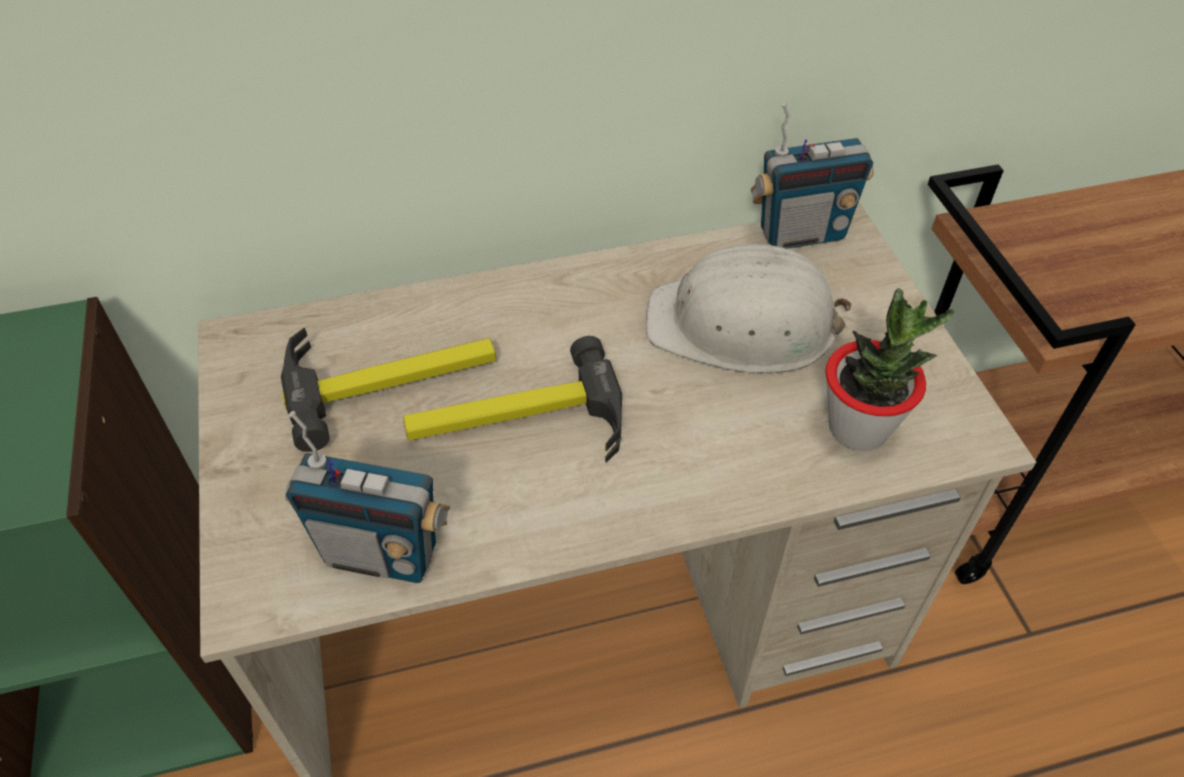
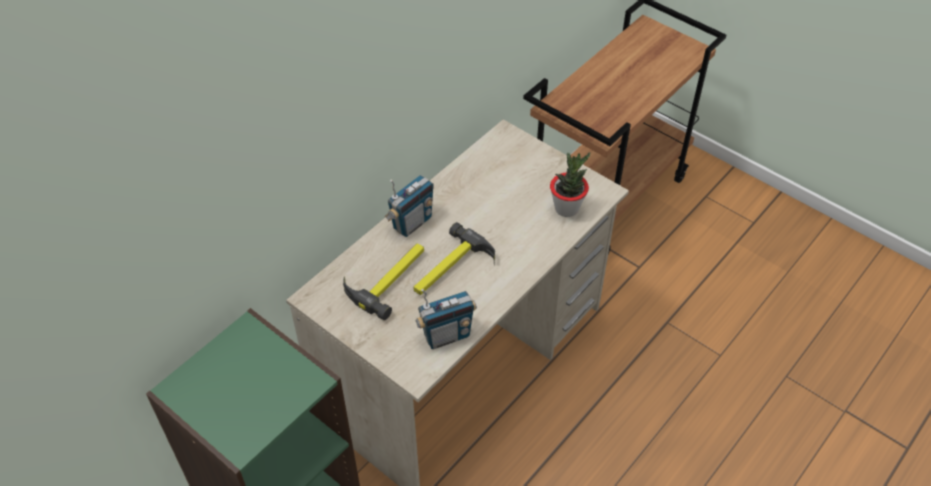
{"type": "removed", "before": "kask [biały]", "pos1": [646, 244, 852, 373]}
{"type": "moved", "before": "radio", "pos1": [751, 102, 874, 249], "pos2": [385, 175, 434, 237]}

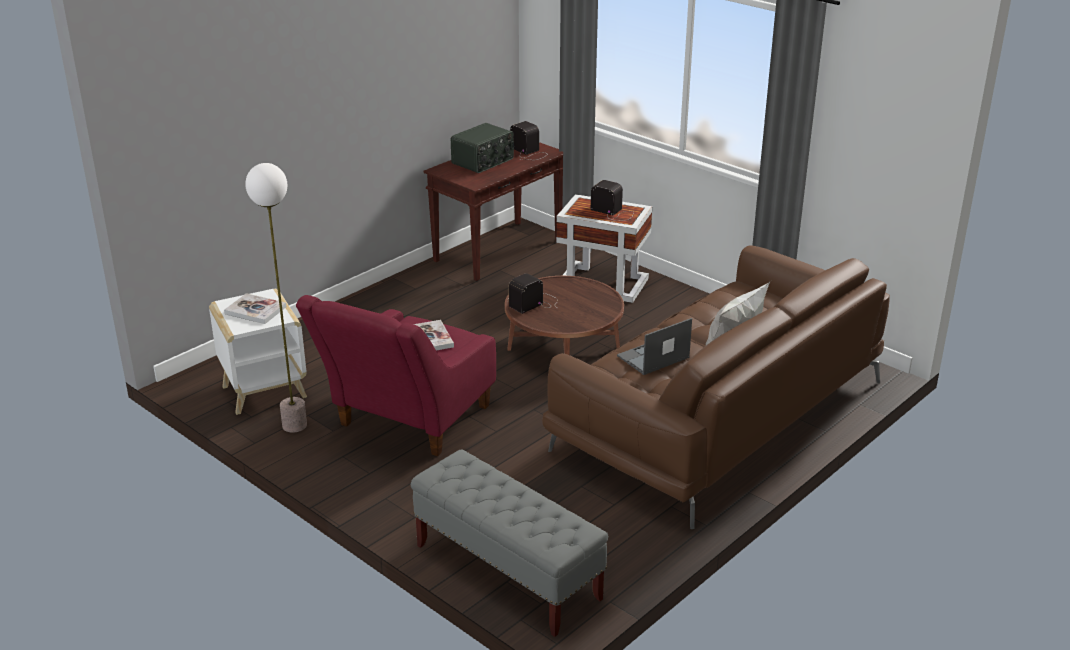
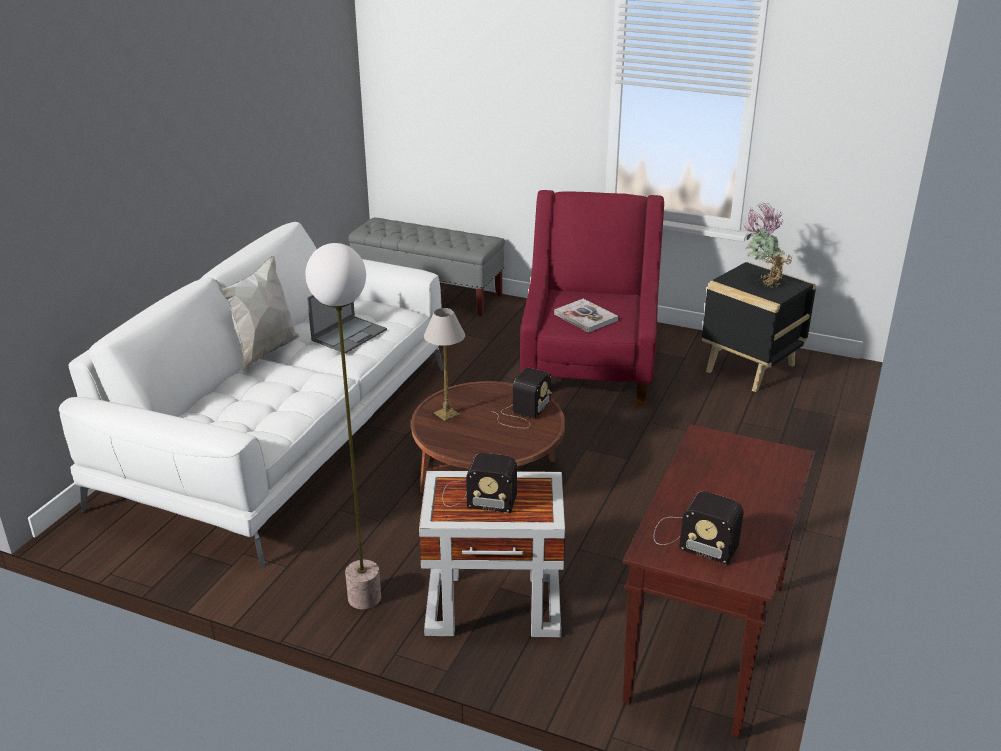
{"type": "recoloured", "before": "stolik [biały]", "after": "stolik [czarny]", "pos1": [209, 289, 307, 415], "pos2": [702, 262, 816, 392]}
{"type": "replaced", "before": "książka", "after": "roślina doniczkowa", "pos1": [224, 293, 286, 324], "pos2": [743, 202, 793, 288]}
{"type": "moved", "before": "lampa stojąca", "pos1": [245, 163, 307, 433], "pos2": [305, 243, 381, 609]}
{"type": "removed", "before": "radio", "pos1": [451, 123, 514, 173]}
{"type": "recoloured", "before": "kanapa [brązowy]", "after": "kanapa [biały]", "pos1": [542, 245, 890, 529], "pos2": [59, 222, 444, 568]}
{"type": "added", "after": "lampa stołowa", "pos2": [424, 308, 465, 421]}

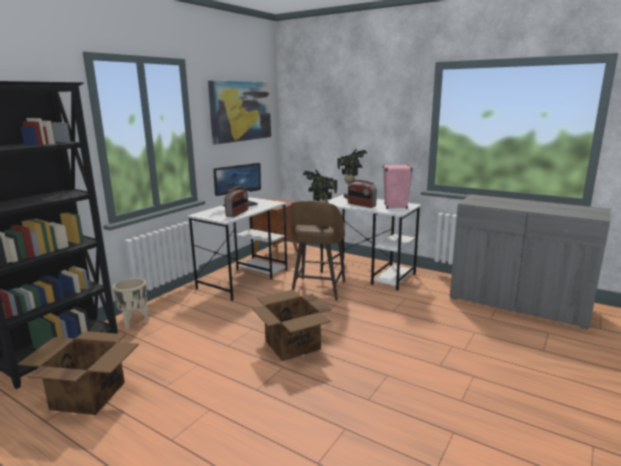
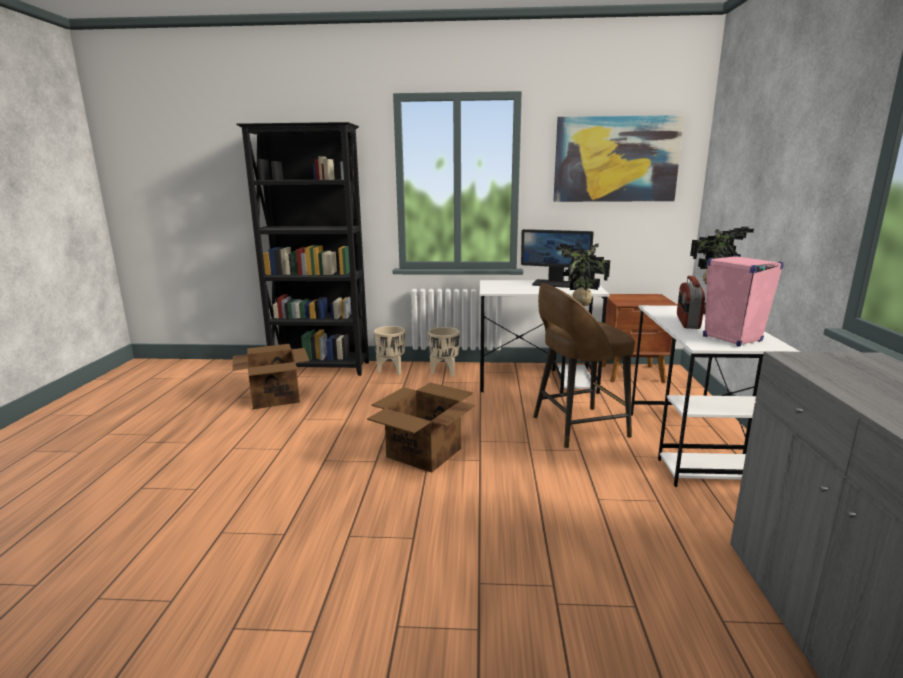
{"type": "removed", "before": "radio", "pos1": [225, 186, 248, 217]}
{"type": "added", "after": "donica [beżowy]", "pos2": [428, 327, 460, 377]}

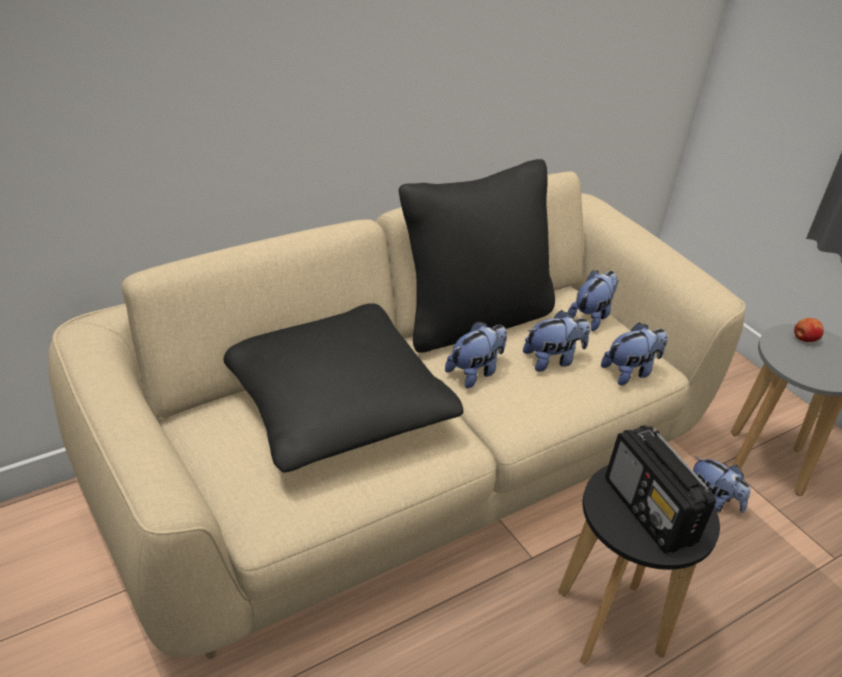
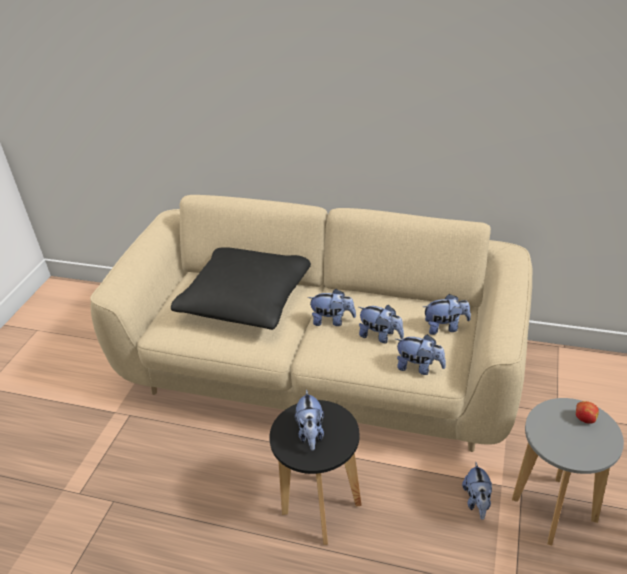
{"type": "removed", "before": "poduszka [czarny]", "pos1": [399, 159, 555, 353]}
{"type": "replaced", "before": "radio", "after": "pluszak", "pos1": [605, 425, 716, 554], "pos2": [295, 389, 324, 451]}

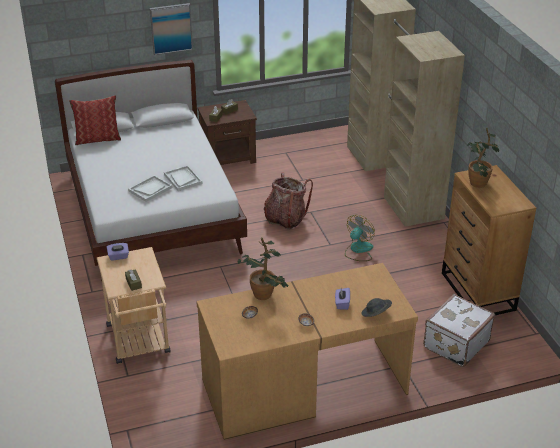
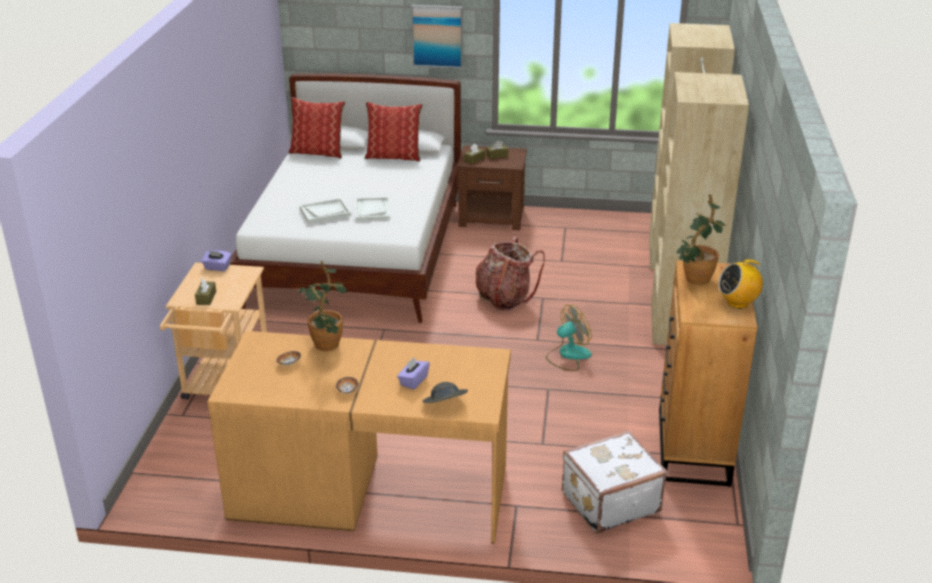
{"type": "added", "after": "poduszka", "pos2": [364, 102, 423, 162]}
{"type": "added", "after": "radio", "pos2": [718, 259, 763, 309]}

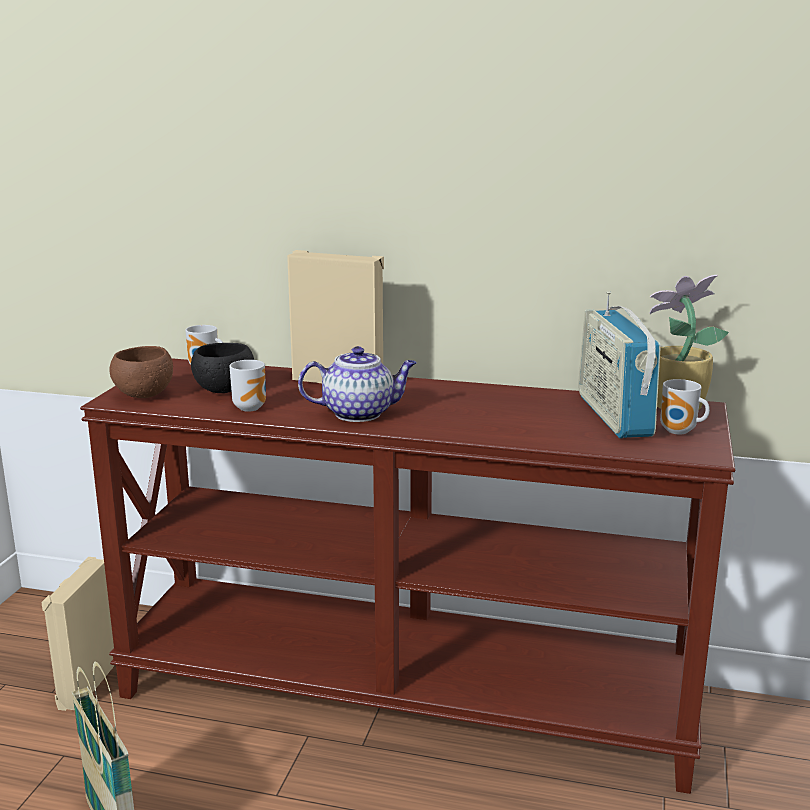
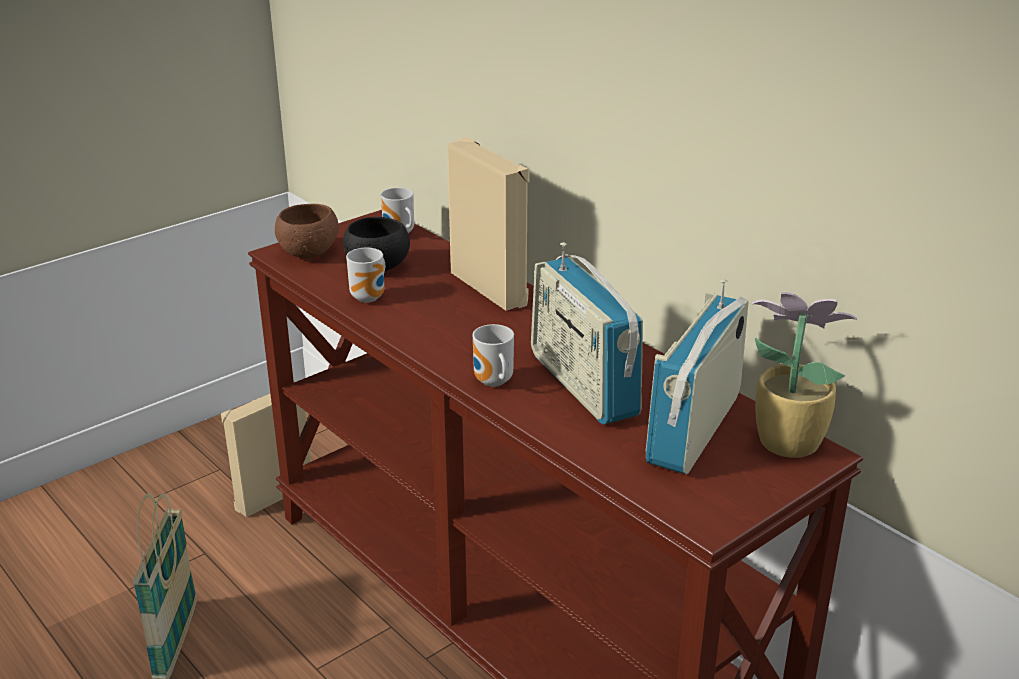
{"type": "removed", "before": "imbryk", "pos1": [298, 346, 416, 422]}
{"type": "moved", "before": "kubek", "pos1": [660, 379, 710, 435], "pos2": [473, 324, 514, 387]}
{"type": "added", "after": "radio", "pos2": [531, 242, 643, 425]}

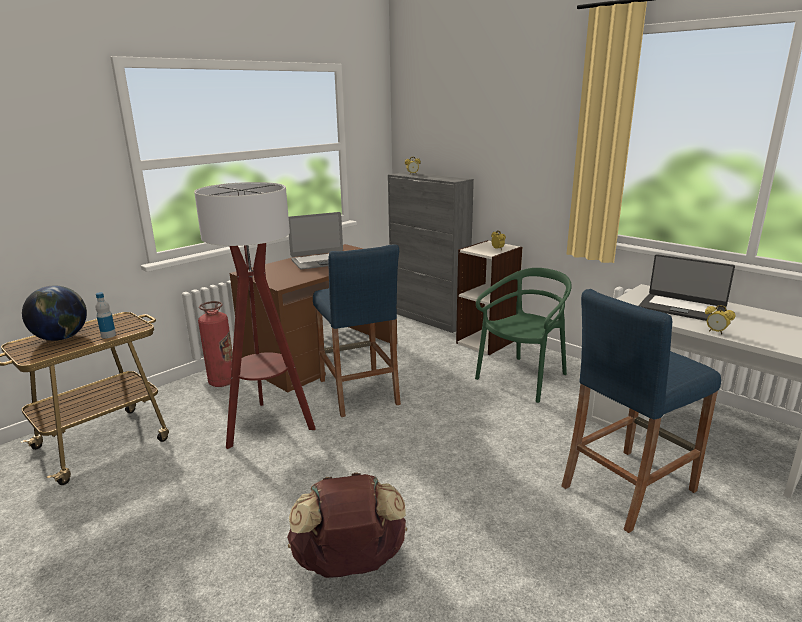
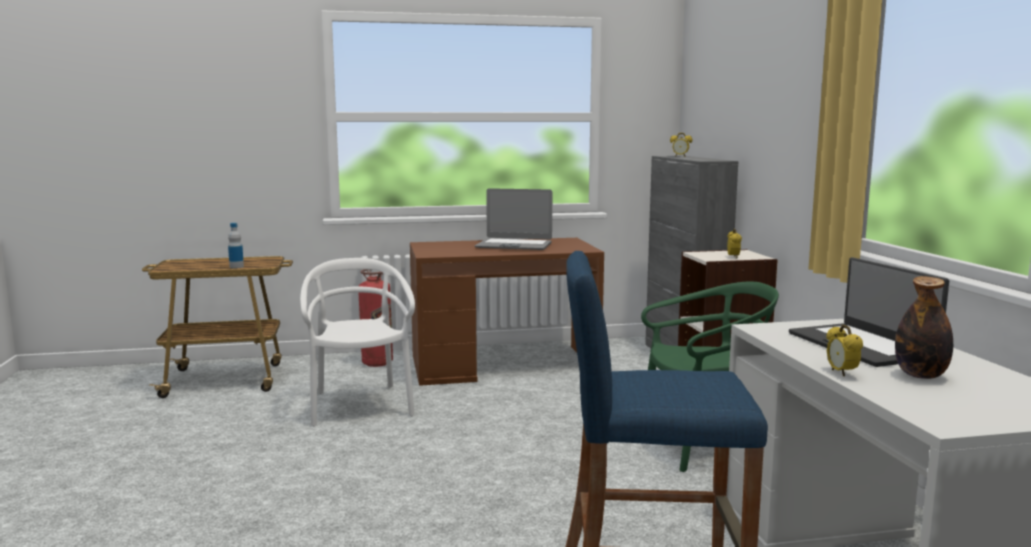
{"type": "removed", "before": "globus", "pos1": [22, 286, 87, 341]}
{"type": "replaced", "before": "lampa stojąca", "after": "krzesło [biały]", "pos1": [194, 182, 316, 449], "pos2": [300, 258, 415, 426]}
{"type": "removed", "before": "plecak [brązowy]", "pos1": [287, 472, 407, 578]}
{"type": "removed", "before": "stołek [niebieski]", "pos1": [313, 245, 401, 417]}
{"type": "added", "after": "butelka", "pos2": [895, 276, 953, 379]}

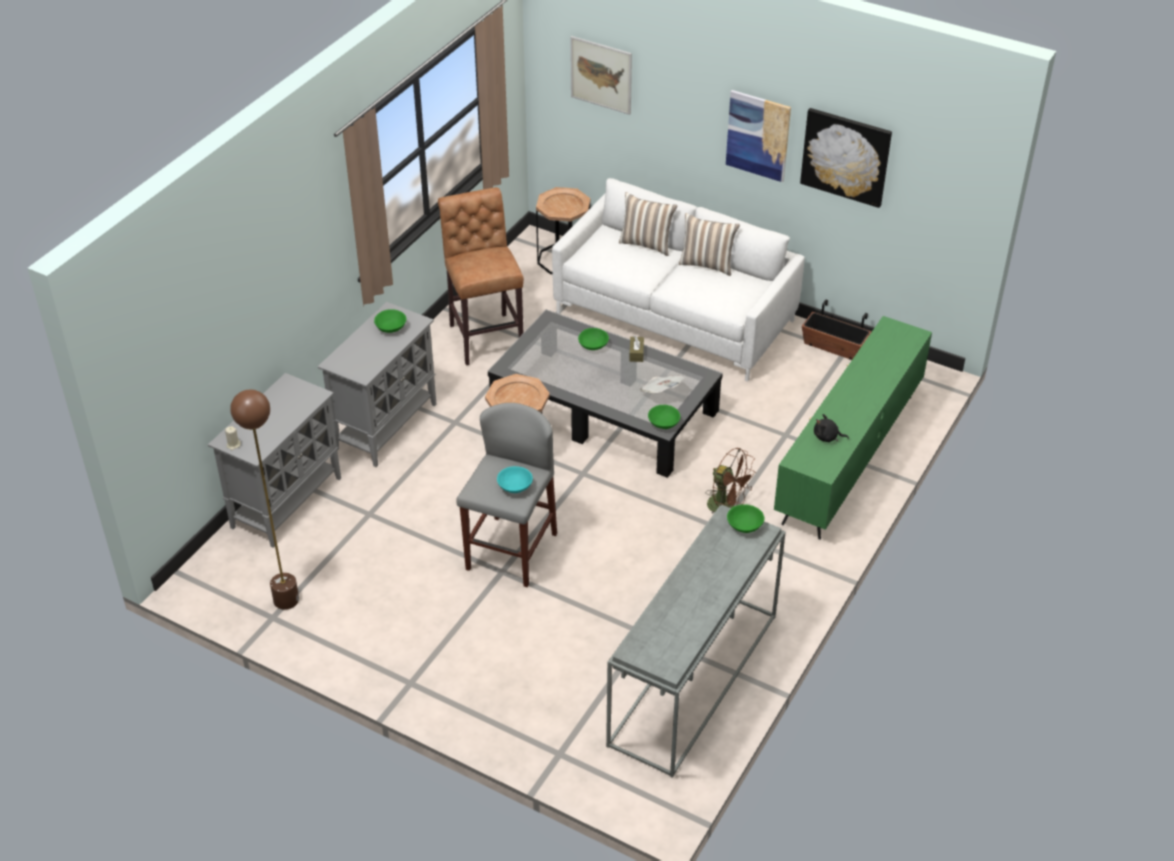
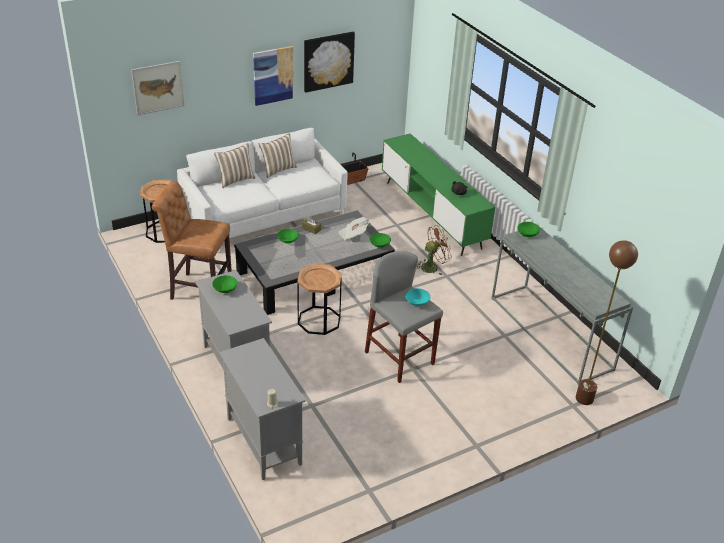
{"type": "moved", "before": "lampa stojąca [brązowy]", "pos1": [230, 389, 299, 610], "pos2": [576, 240, 638, 405]}

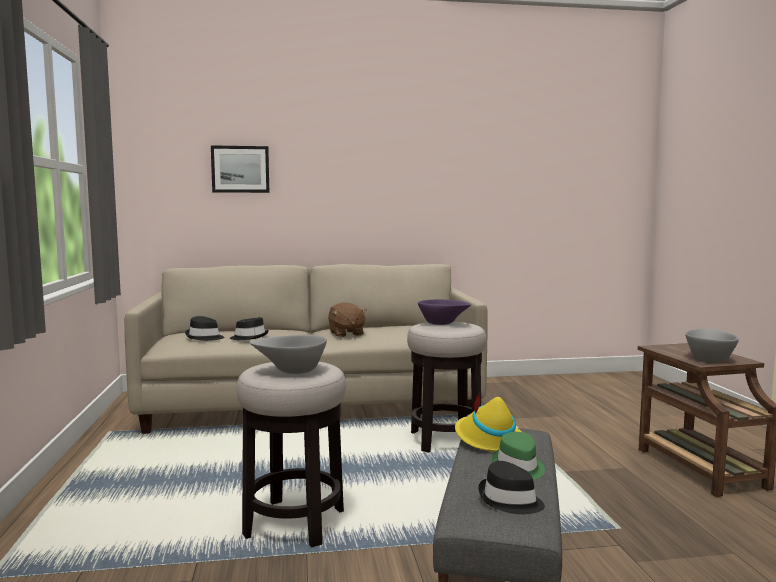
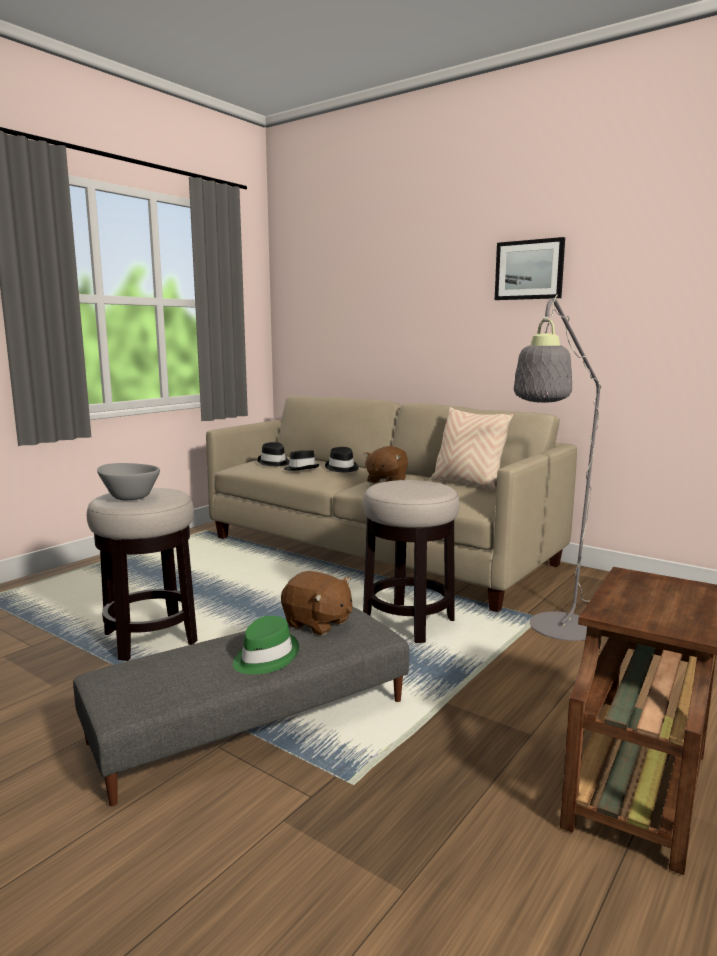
{"type": "moved", "before": "obraz", "pos1": [211, 145, 269, 193], "pos2": [495, 237, 565, 300]}
{"type": "removed", "before": "miska [fioletowy]", "pos1": [418, 299, 472, 325]}
{"type": "replaced", "before": "kapelusz [żółty]", "after": "pluszak [brązowy]", "pos1": [455, 393, 522, 452], "pos2": [281, 571, 352, 635]}
{"type": "moved", "before": "kapelusz [czarny]", "pos1": [478, 461, 545, 514], "pos2": [325, 447, 359, 472]}
{"type": "removed", "before": "miska [szary]", "pos1": [685, 329, 739, 362]}
{"type": "added", "after": "poduszka [beżowy]", "pos2": [431, 407, 513, 491]}
{"type": "added", "after": "lampa stojąca [szary]", "pos2": [514, 294, 601, 641]}

